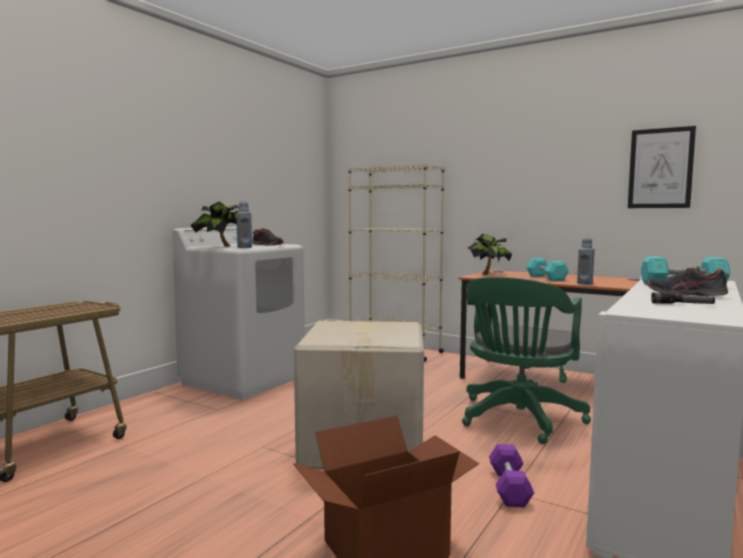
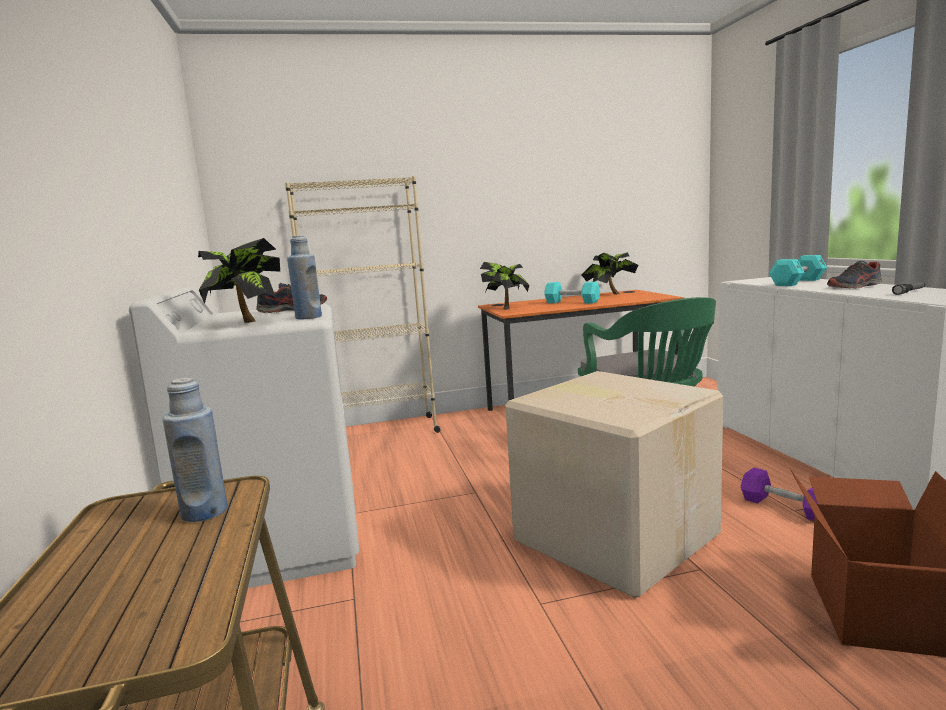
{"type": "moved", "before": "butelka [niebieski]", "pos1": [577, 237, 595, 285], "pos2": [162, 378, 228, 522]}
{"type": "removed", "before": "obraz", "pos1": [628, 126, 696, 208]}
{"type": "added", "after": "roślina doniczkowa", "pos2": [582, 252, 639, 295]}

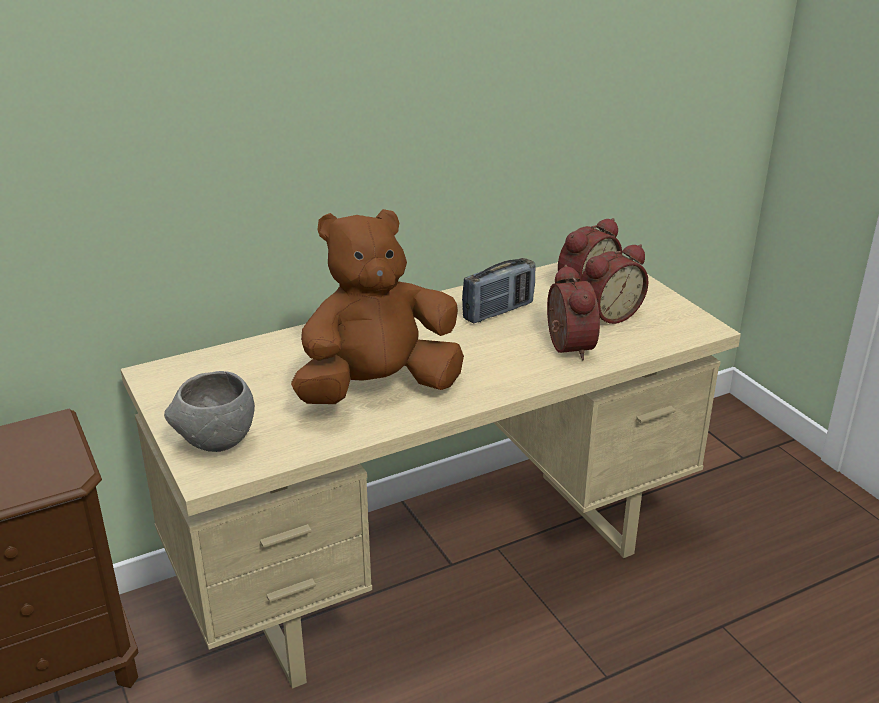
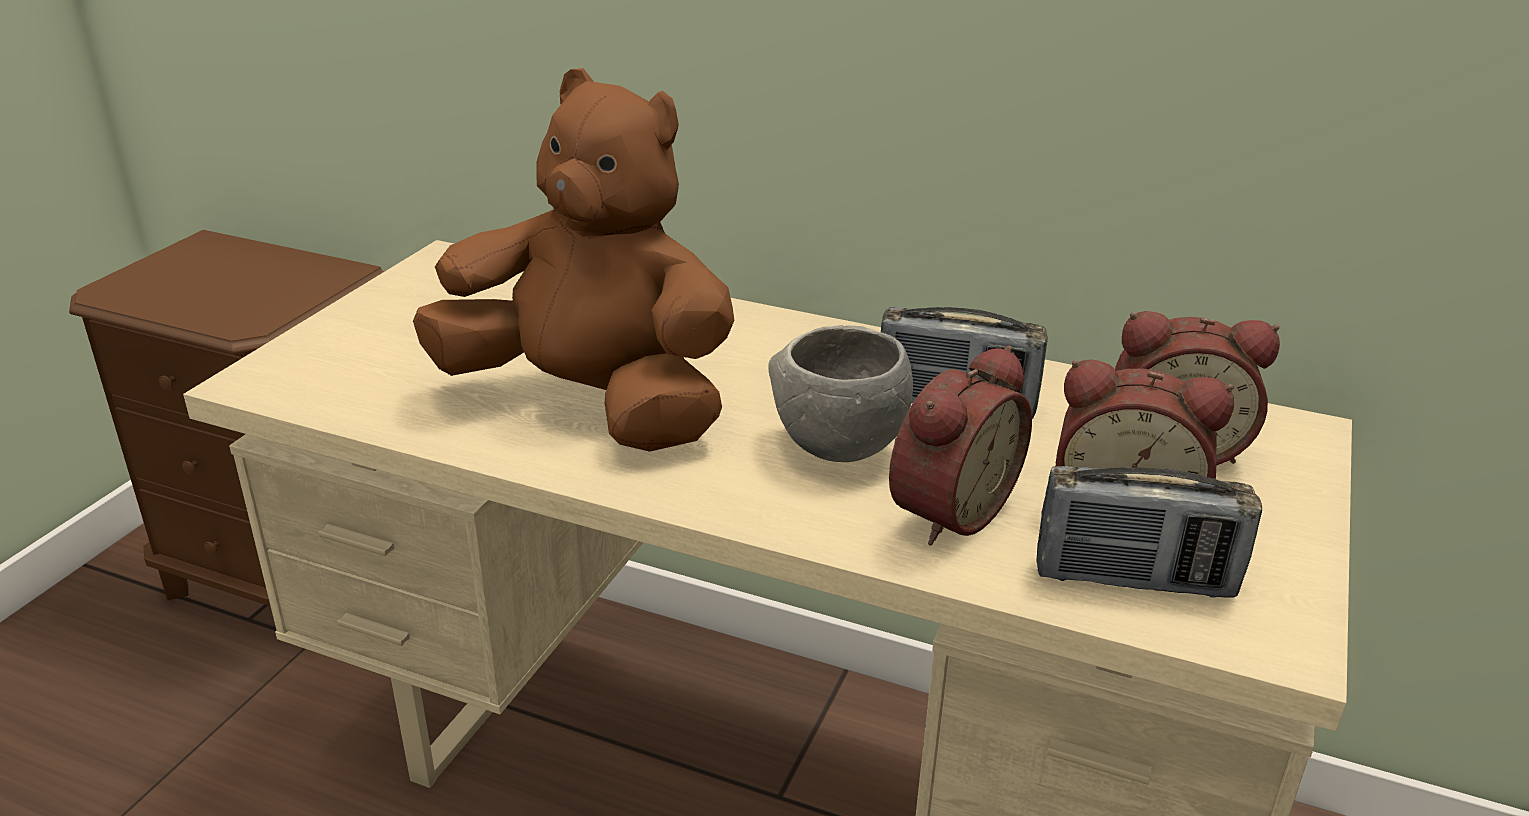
{"type": "moved", "before": "miska [szary]", "pos1": [164, 371, 255, 452], "pos2": [768, 325, 913, 462]}
{"type": "added", "after": "radio", "pos2": [1037, 466, 1262, 598]}

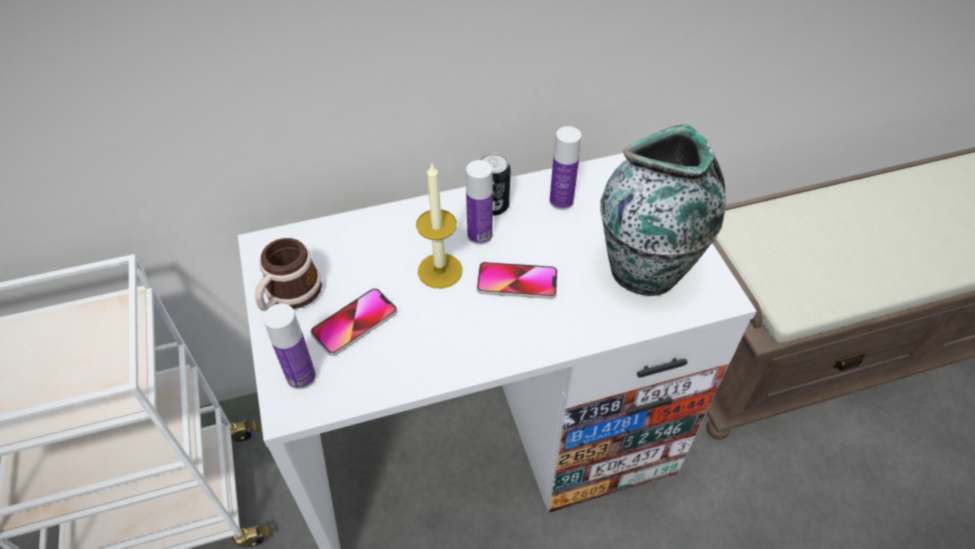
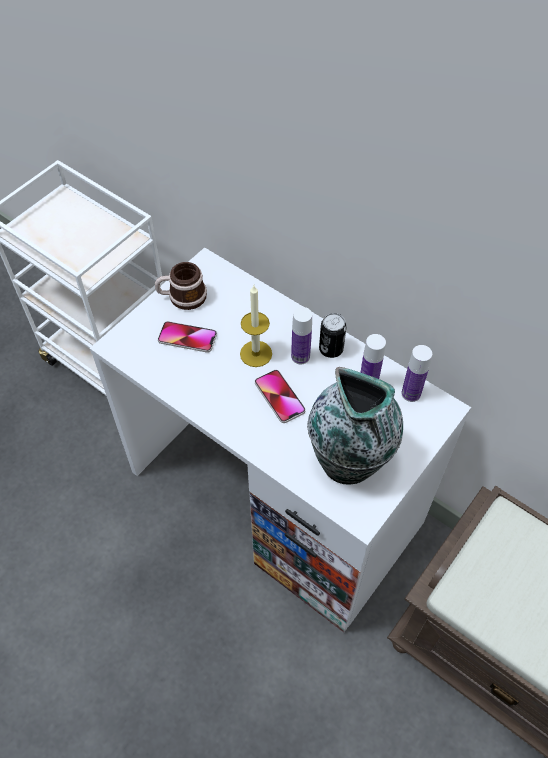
{"type": "moved", "before": "butelka", "pos1": [263, 303, 316, 389], "pos2": [401, 345, 432, 402]}

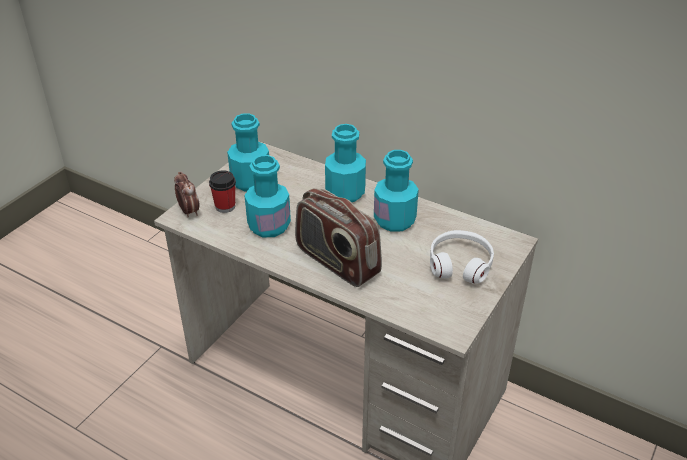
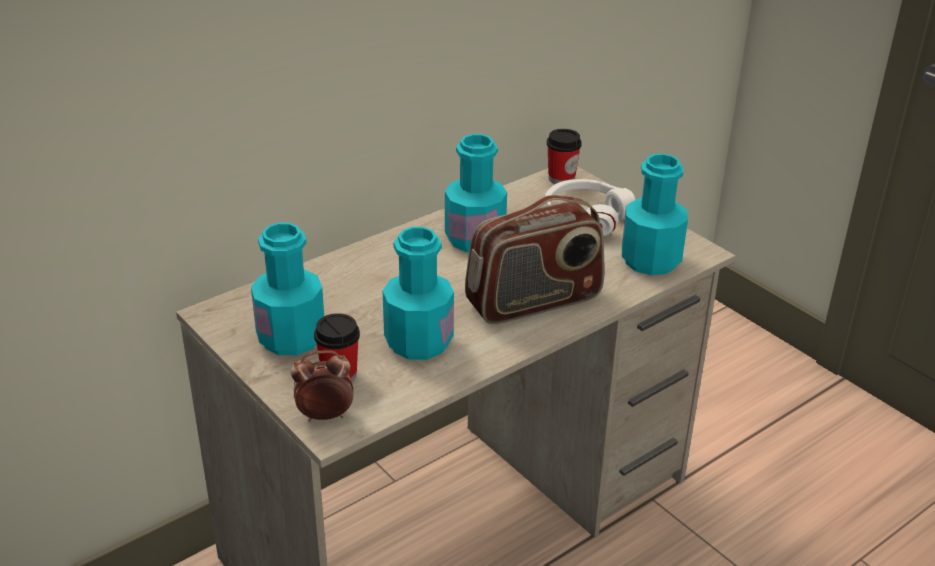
{"type": "moved", "before": "butelka [turkusowy]", "pos1": [325, 124, 366, 202], "pos2": [622, 153, 688, 275]}
{"type": "added", "after": "filiżanka", "pos2": [547, 129, 582, 184]}

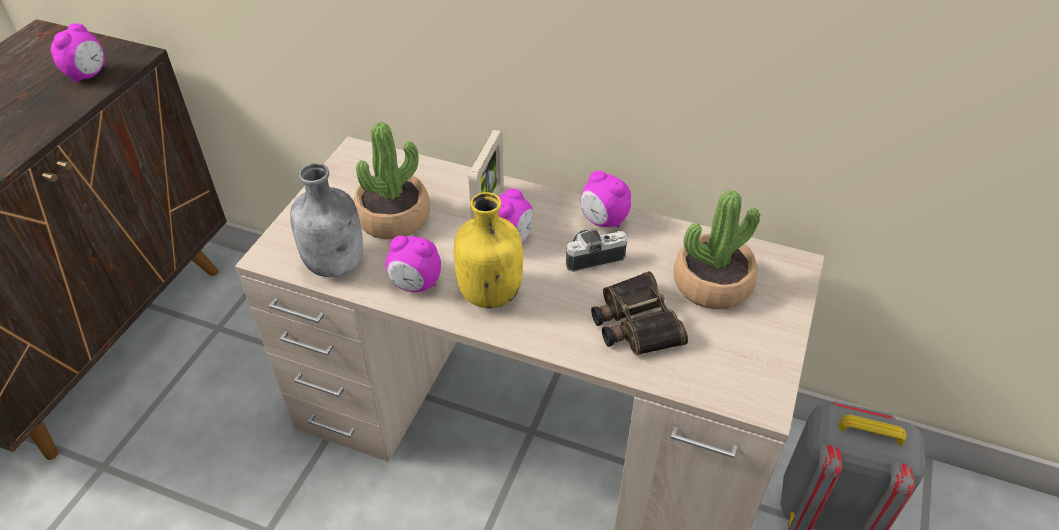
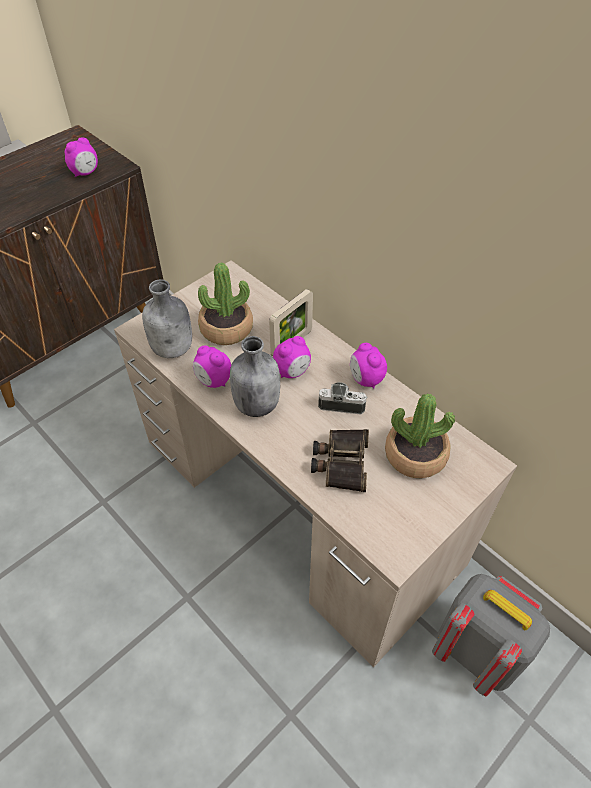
{"type": "recoloured", "before": "butelka [żółty]", "after": "butelka [szary]", "pos1": [454, 192, 523, 308], "pos2": [230, 336, 280, 417]}

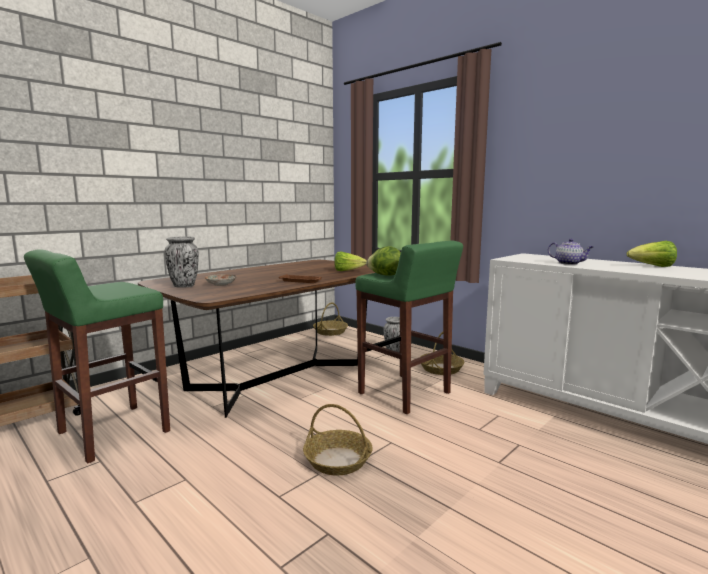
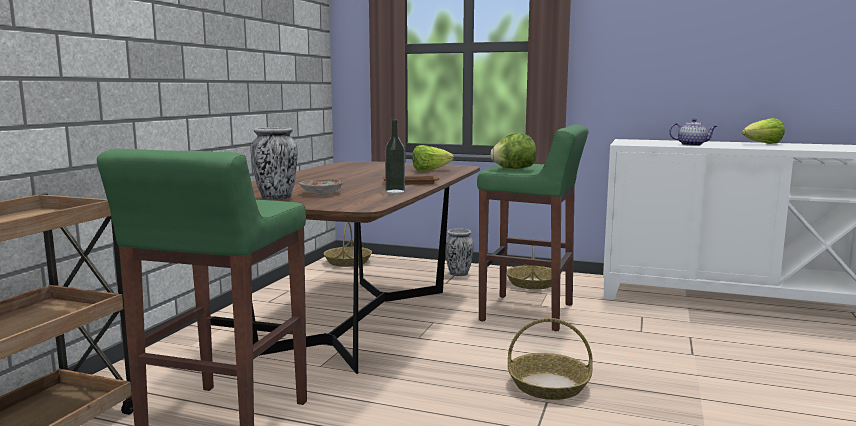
{"type": "added", "after": "butelka", "pos2": [385, 120, 405, 193]}

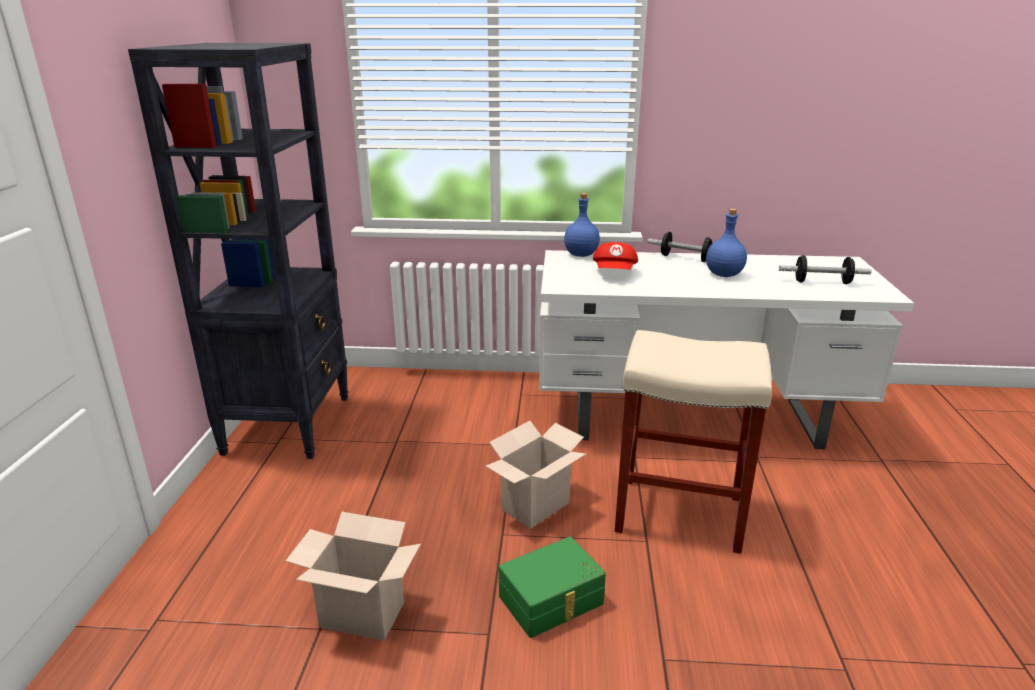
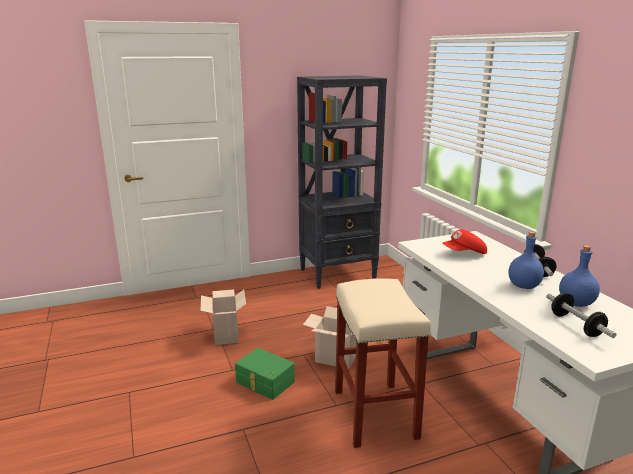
{"type": "moved", "before": "butelka [niebieski]", "pos1": [564, 193, 600, 257], "pos2": [559, 245, 600, 307]}

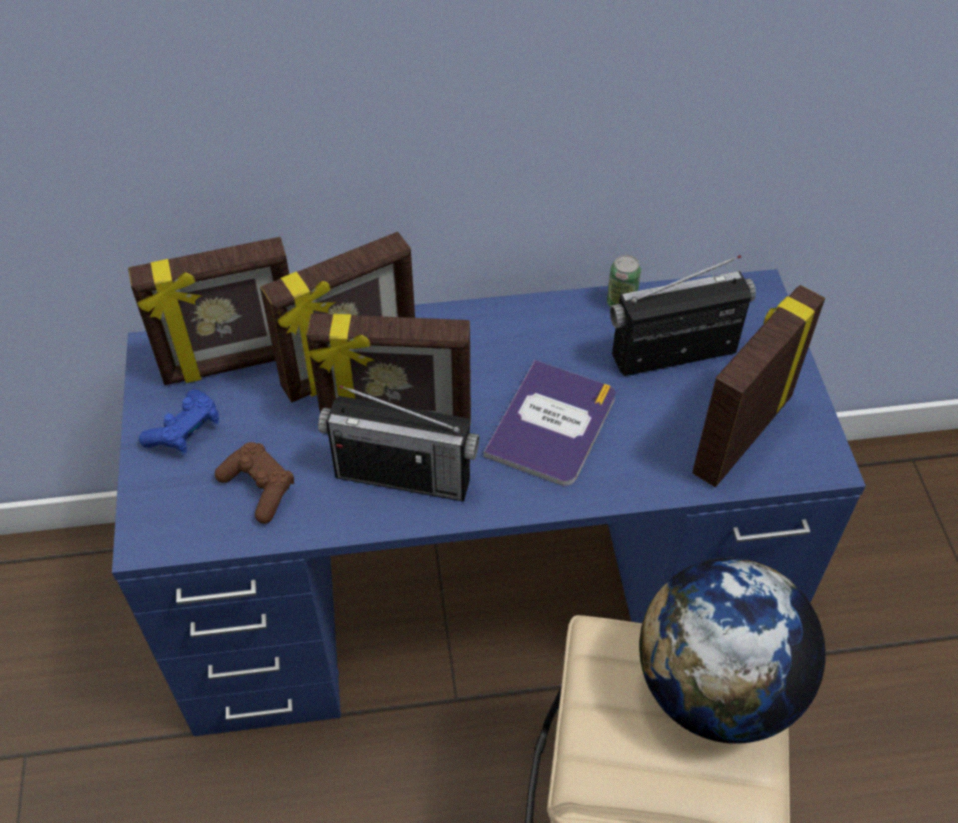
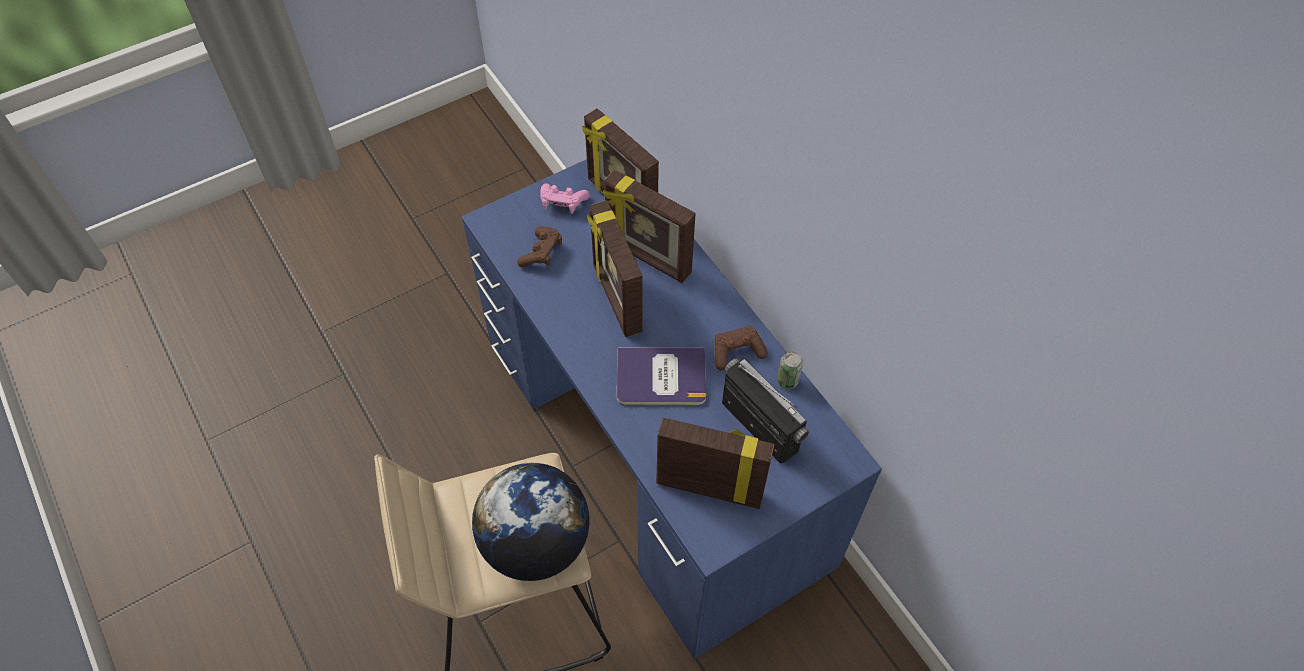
{"type": "recoloured", "before": "pad do gier [niebieski]", "after": "pad do gier [różowy]", "pos1": [139, 389, 219, 453], "pos2": [540, 183, 590, 214]}
{"type": "removed", "before": "radio", "pos1": [318, 385, 479, 502]}
{"type": "added", "after": "pad do gier [brązowy]", "pos2": [715, 326, 768, 370]}

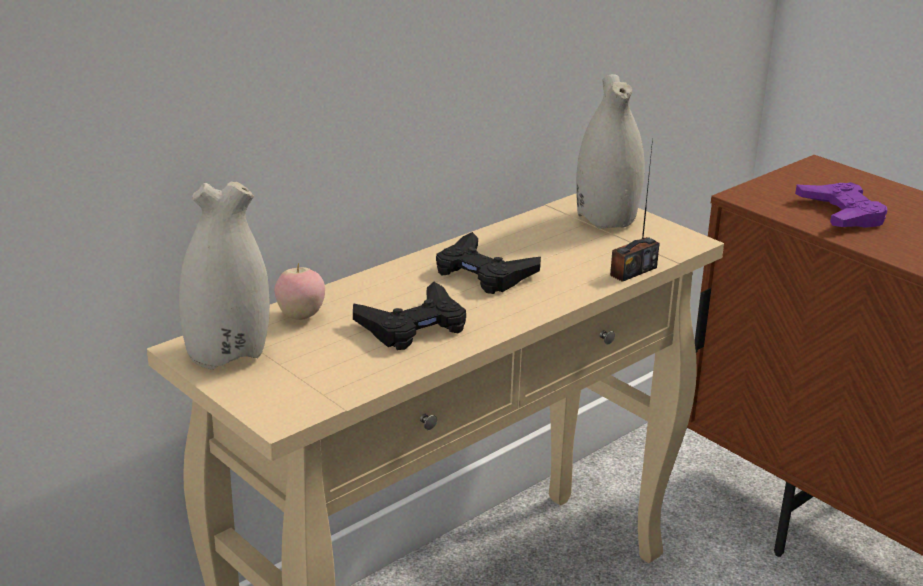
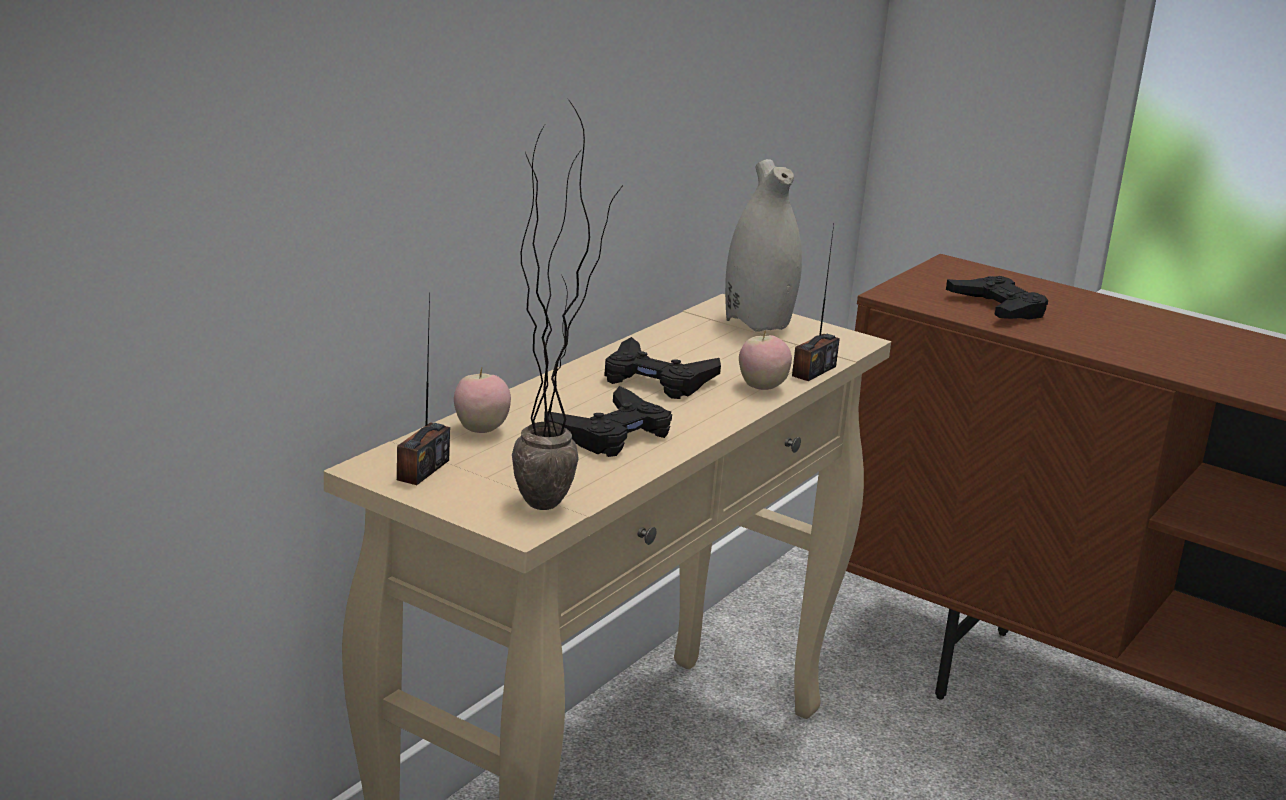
{"type": "replaced", "before": "wazon [biały]", "after": "radio", "pos1": [179, 182, 270, 370], "pos2": [397, 292, 450, 485]}
{"type": "recoloured", "before": "pad do gier [fioletowy]", "after": "pad do gier [czarny]", "pos1": [795, 182, 887, 228], "pos2": [946, 276, 1048, 320]}
{"type": "added", "after": "roślina doniczkowa", "pos2": [512, 99, 624, 510]}
{"type": "added", "after": "jabłko", "pos2": [739, 330, 792, 390]}

